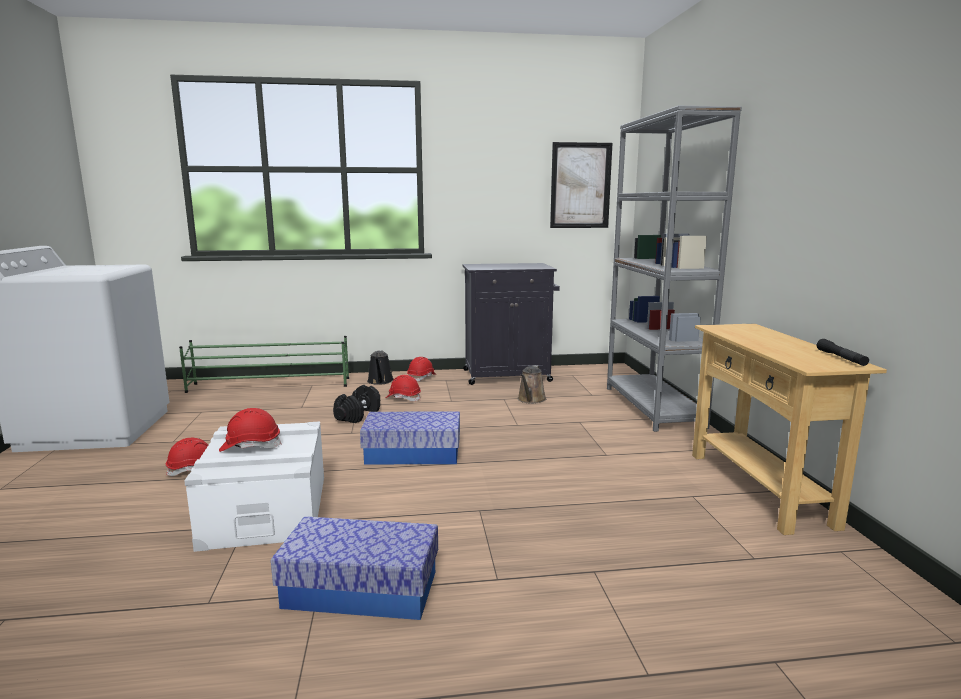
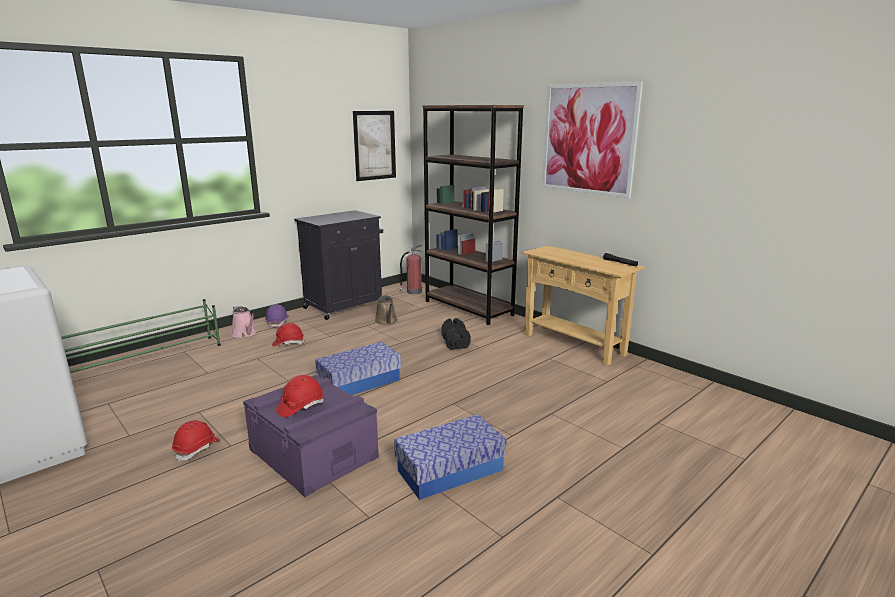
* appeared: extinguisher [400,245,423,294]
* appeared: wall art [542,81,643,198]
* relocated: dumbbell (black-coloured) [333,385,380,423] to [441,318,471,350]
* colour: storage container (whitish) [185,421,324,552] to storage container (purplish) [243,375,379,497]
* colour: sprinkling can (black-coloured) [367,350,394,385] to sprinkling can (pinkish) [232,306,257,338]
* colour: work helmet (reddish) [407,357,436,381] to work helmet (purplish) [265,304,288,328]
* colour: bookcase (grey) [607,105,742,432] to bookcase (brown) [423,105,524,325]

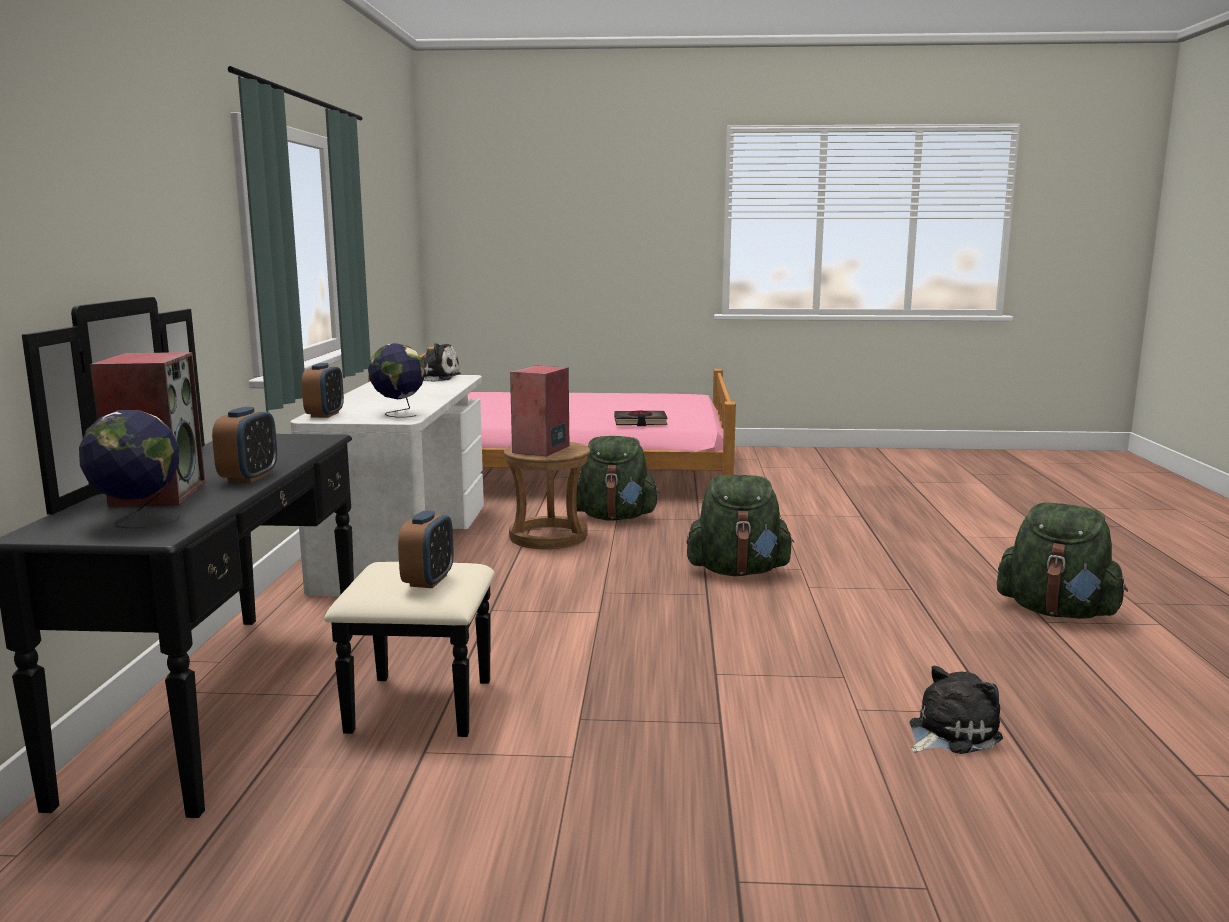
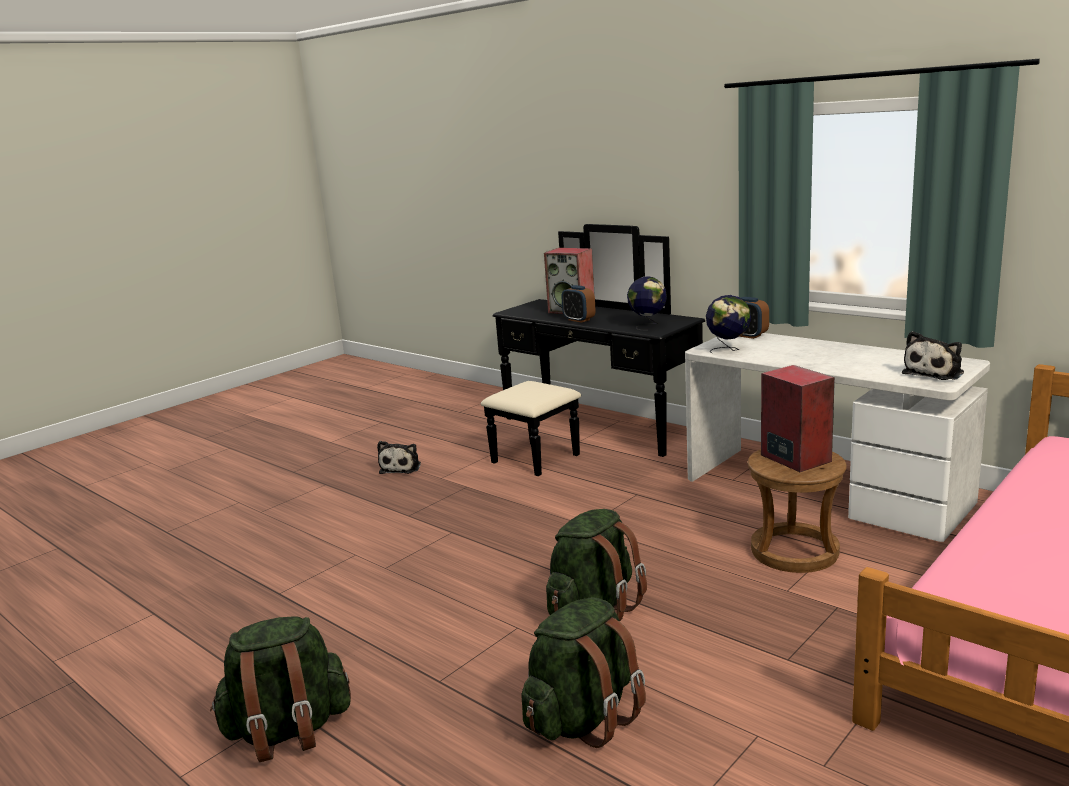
* missing: table clock [398,510,454,588]
* missing: book (black-coloured) [614,411,667,426]
* relocated: world globe [79,410,180,529] to [627,276,667,330]
* relocated: backpack (green-coloured) [576,436,660,521] to [522,597,646,748]
* relocated: plush toy [910,666,1003,754] to [377,441,421,474]

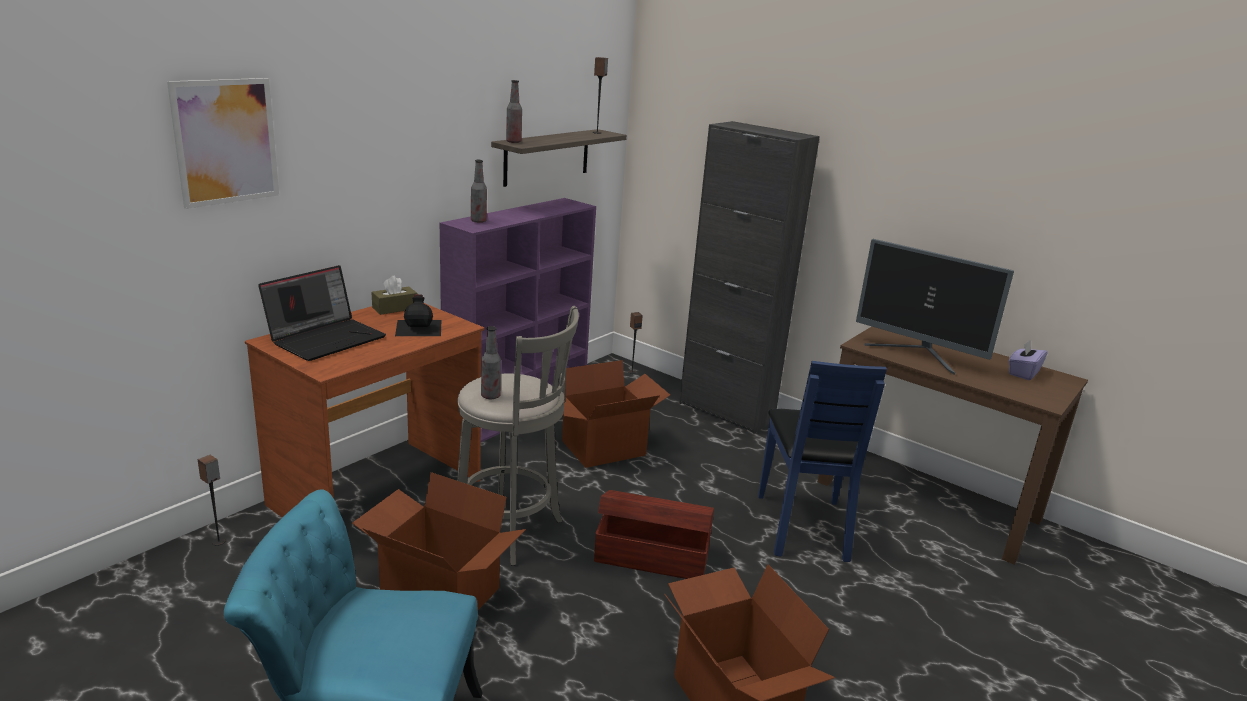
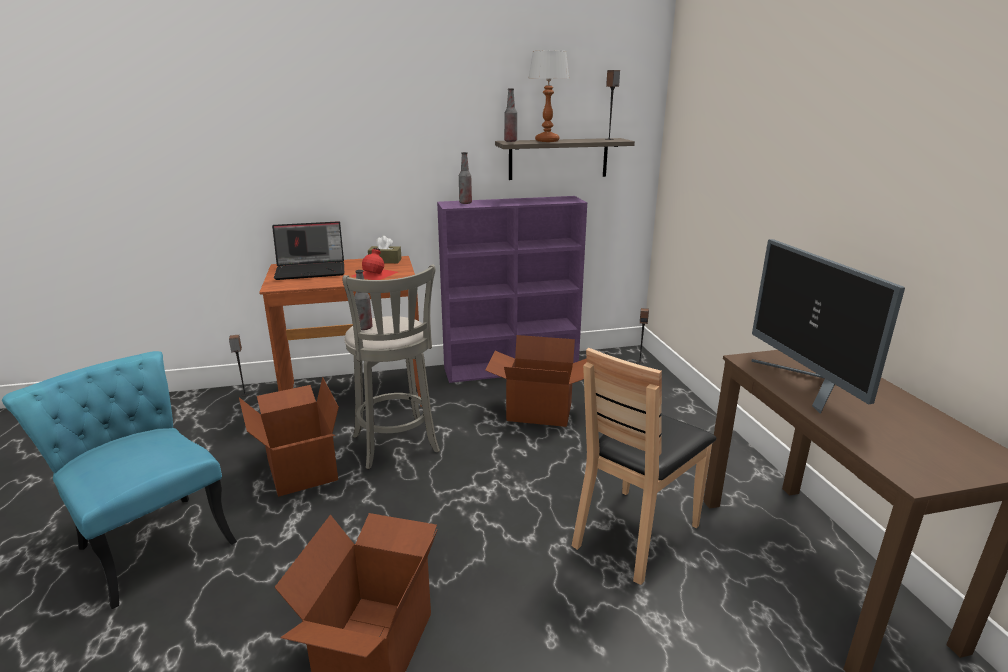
* missing: wall art [167,78,279,209]
* missing: storage container (brown) [594,490,714,579]
* missing: cabinet (black-coloured) [679,121,820,434]
* missing: tissue box (purplish) [1009,340,1047,380]
* appeared: tabletop lamp [528,51,569,142]
* colour: drink bottle (black-coloured) [395,294,441,336] to drink bottle (reddish) [352,248,398,280]
* colour: upright chair (blue) [758,361,887,562] to upright chair (brown) [572,348,716,585]

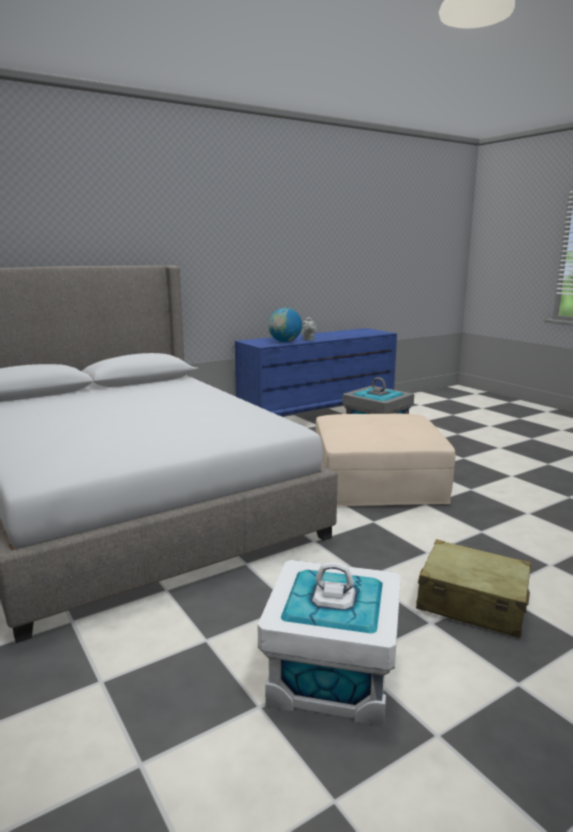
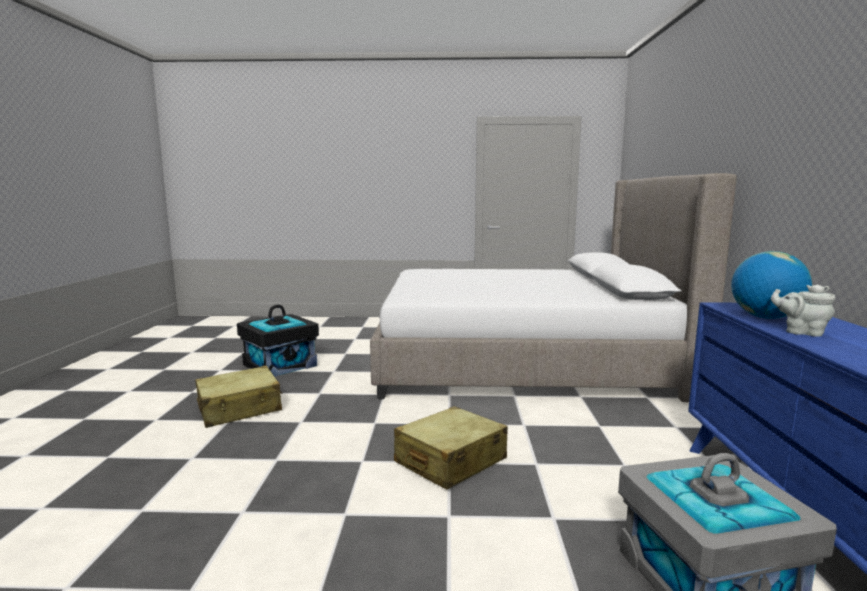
* exchanged: footrest (sand-coloured) [316,414,456,506] to piece of luggage (sand-coloured) [394,406,508,489]
* colour: storage container (whitish) [258,560,401,727] to storage container (black-coloured) [237,305,319,377]

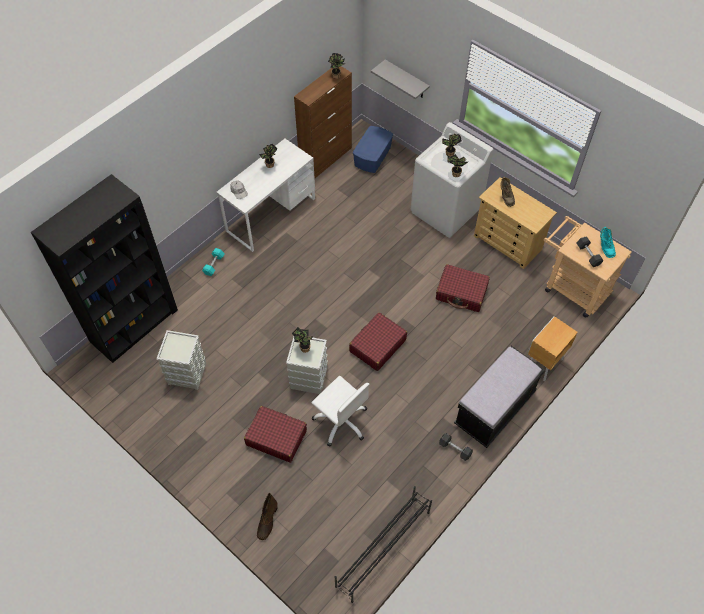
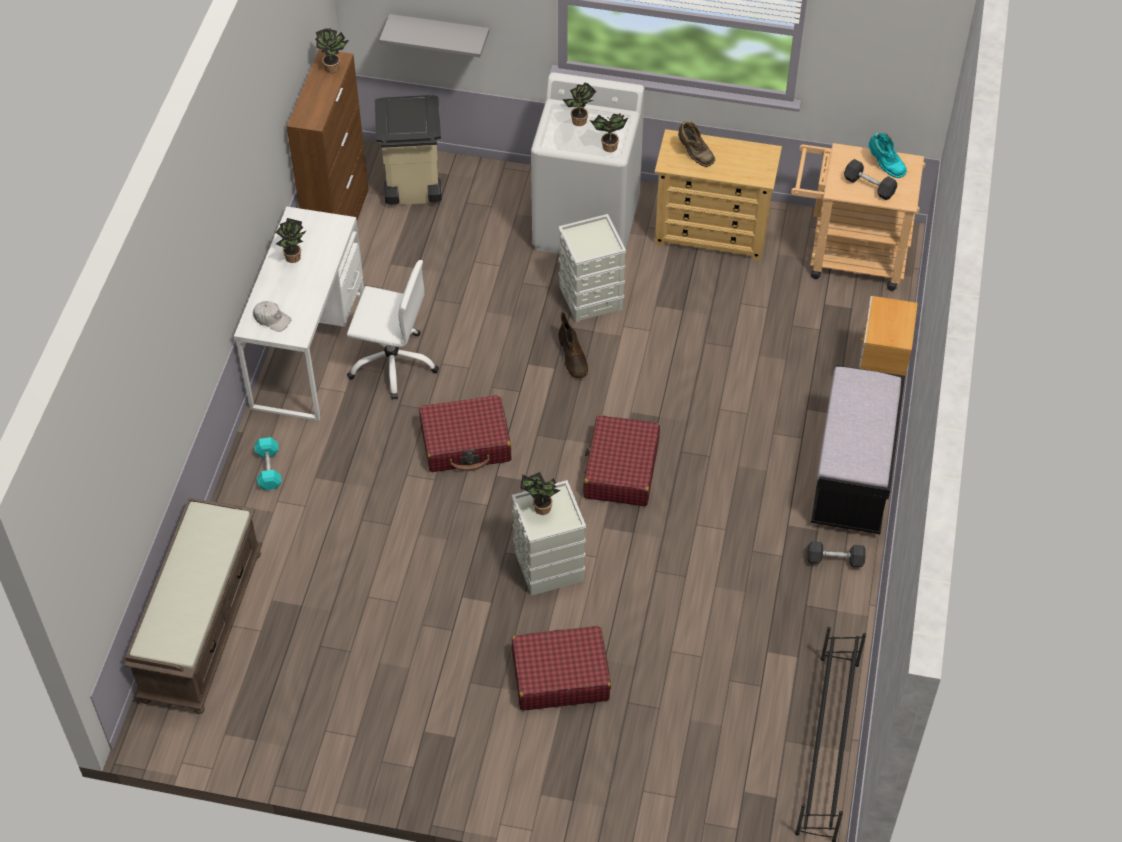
* relocated: storage container (grey) [156,330,206,390] to [558,214,626,322]
* relocated: high-top boot (brown) [257,493,278,540] to [558,312,588,379]
* relocated: computer chair (whitish) [311,376,369,447] to [347,260,439,400]
* relocated: piece of luggage (reddish) [436,264,490,312] to [419,395,511,472]
* exchanged: bookcase (black-coloured) [31,174,178,363] to bench (brown) [124,498,262,714]
* exchanged: storage container (blue) [353,126,393,173] to trash can (sand-coloured) [375,95,442,205]

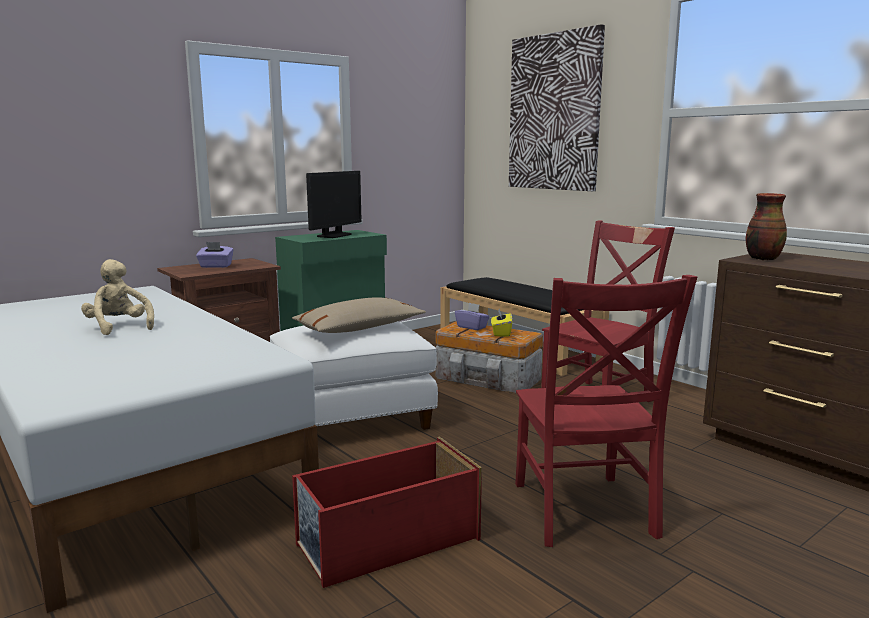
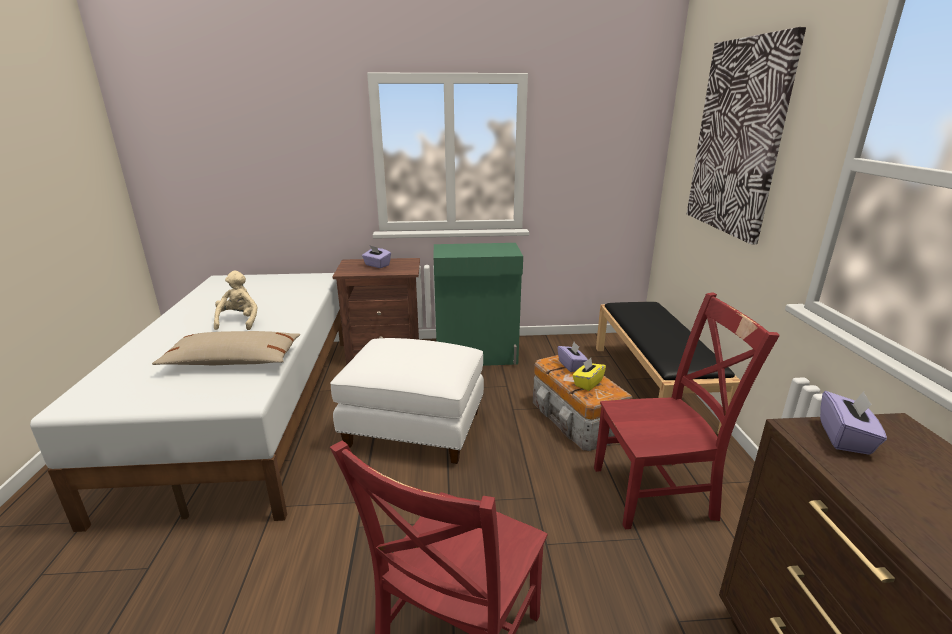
* missing: storage container (reddish) [292,437,482,588]
* missing: computer display [306,171,362,238]
* relocated: pillow (sand-coloured) [292,297,426,333] to [152,331,300,365]
* exchanged: flower vase [746,193,787,260] to tissue box (purplish) [820,391,887,455]

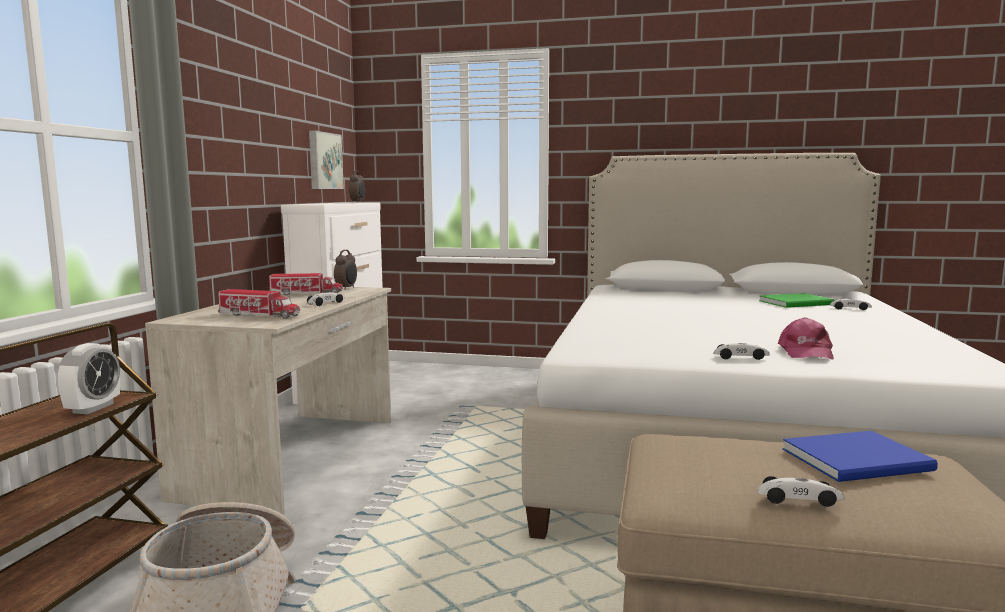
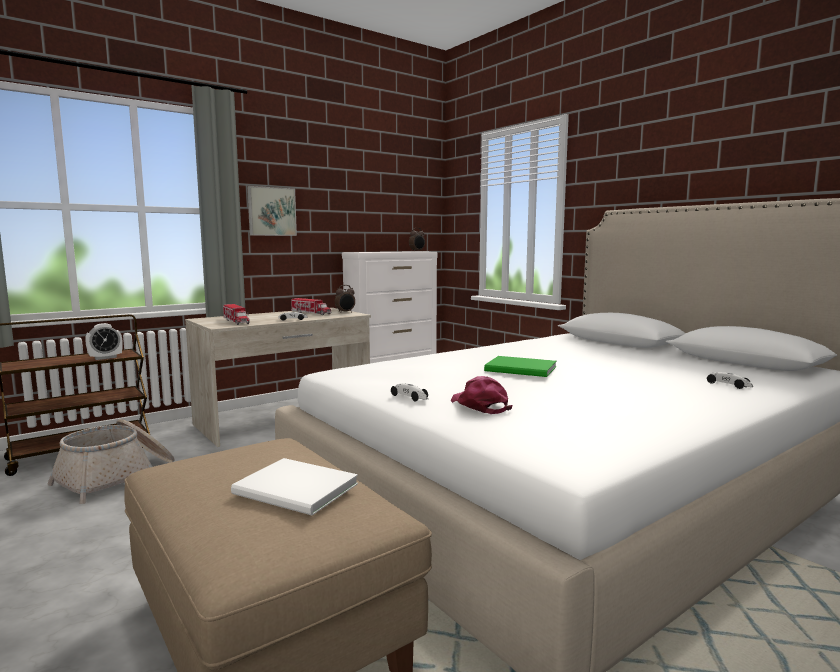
* missing: toy car [757,476,845,507]
* relocated: wall art [309,130,344,189] to [247,186,297,236]
* relocated: book (green-coloured) [759,293,834,308] to [484,356,557,377]
* colour: book (blue) [783,431,938,482] to book (whitish) [231,458,358,515]
* spun: peaked cap (pinkish) [778,317,834,360] = [451,376,512,414] 105 degrees clockwise

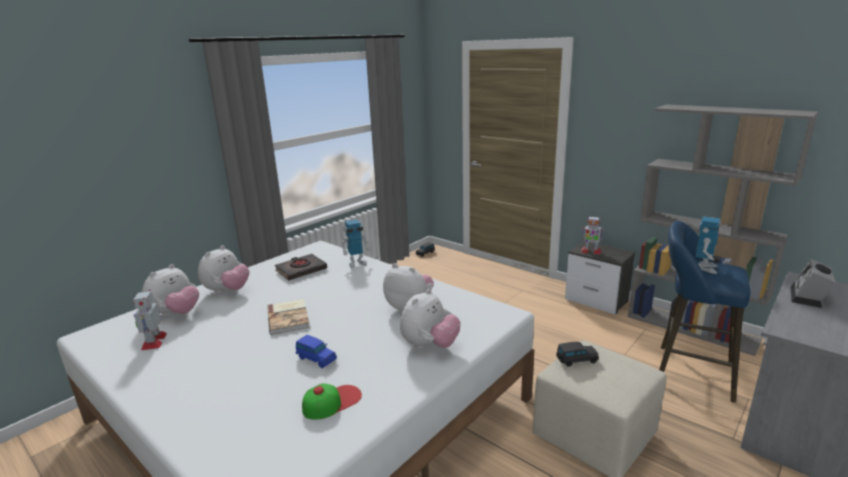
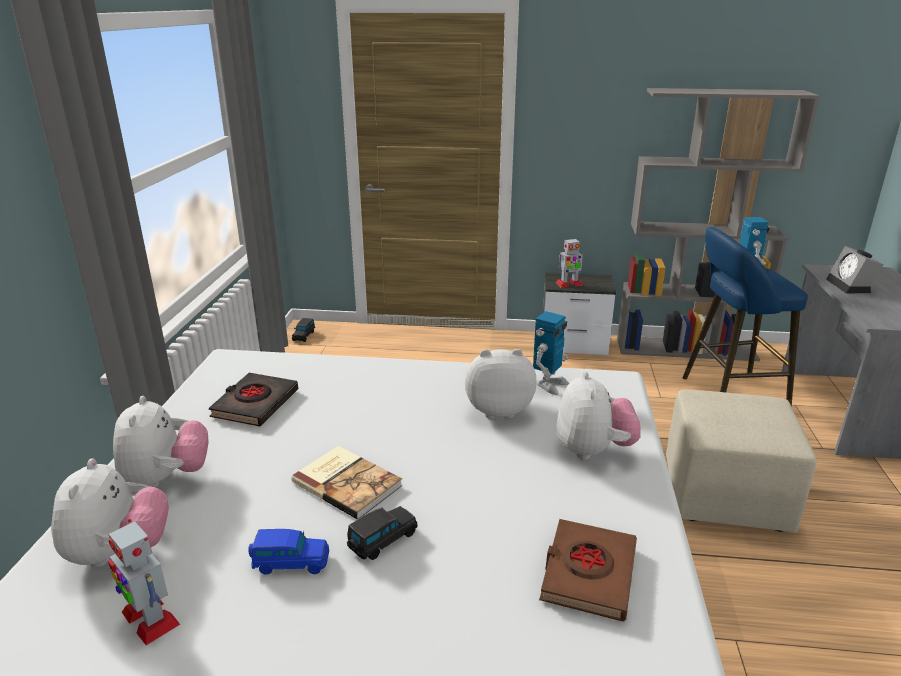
* relocated: toy car (blue) [296,335,337,368] to [248,529,329,574]
* relocated: robot figure [341,219,370,268] to [533,311,569,395]
* relocated: toy car (black-coloured) [556,342,599,367] to [347,506,417,560]
* exchanged: peaked cap [302,384,362,420] to book (brown) [539,519,637,622]

